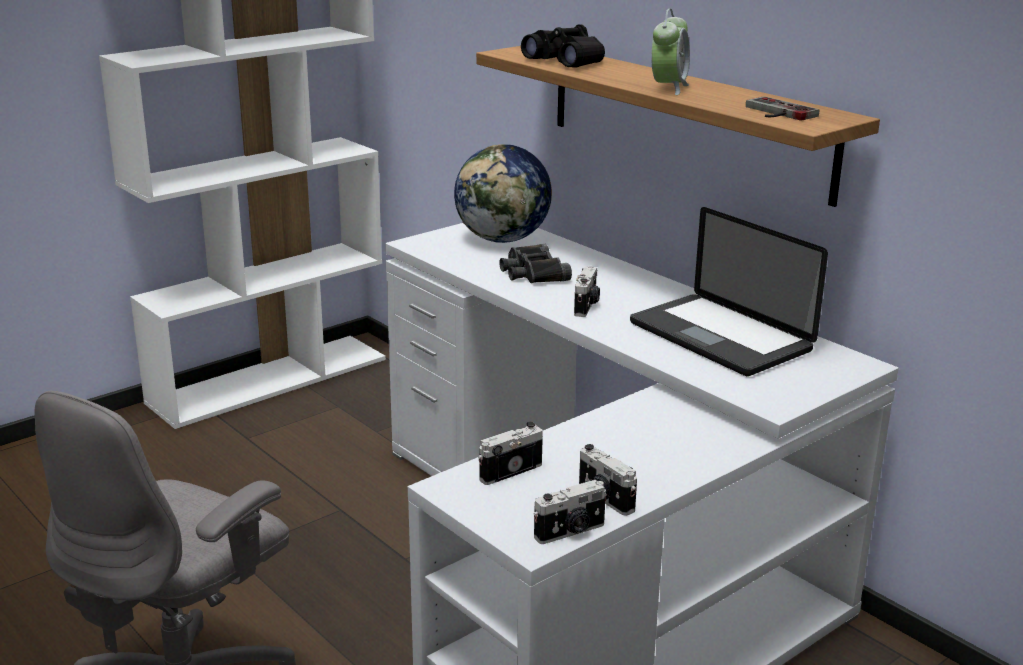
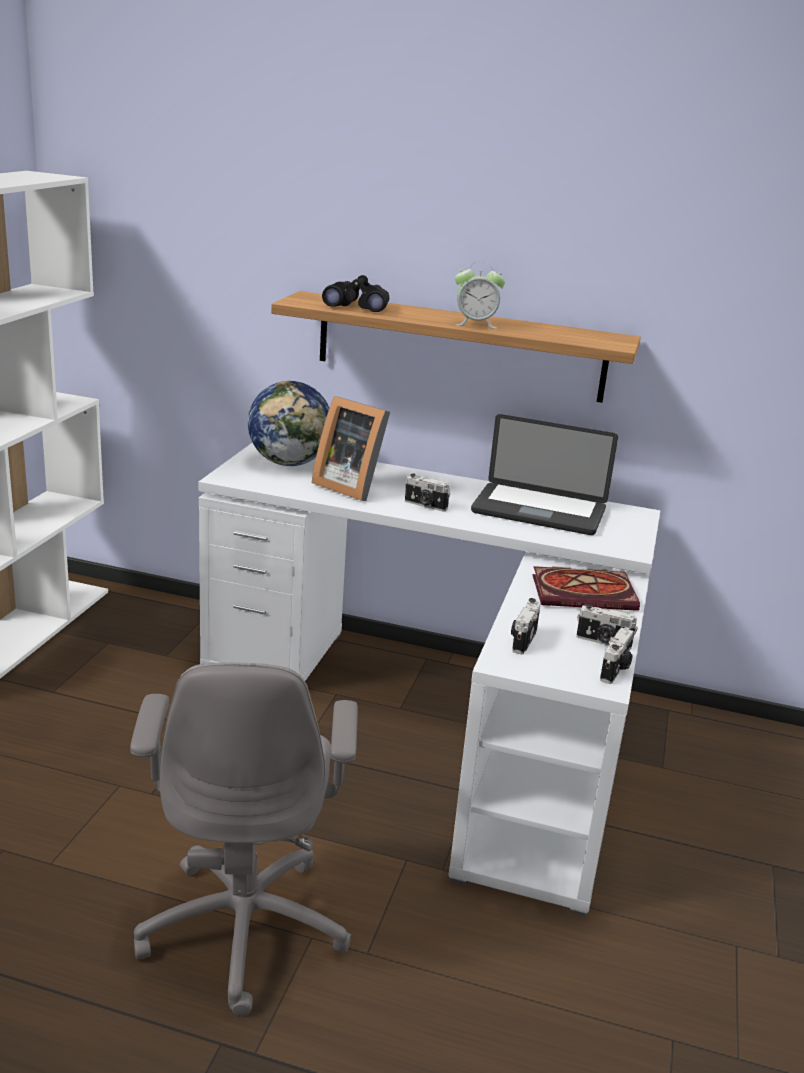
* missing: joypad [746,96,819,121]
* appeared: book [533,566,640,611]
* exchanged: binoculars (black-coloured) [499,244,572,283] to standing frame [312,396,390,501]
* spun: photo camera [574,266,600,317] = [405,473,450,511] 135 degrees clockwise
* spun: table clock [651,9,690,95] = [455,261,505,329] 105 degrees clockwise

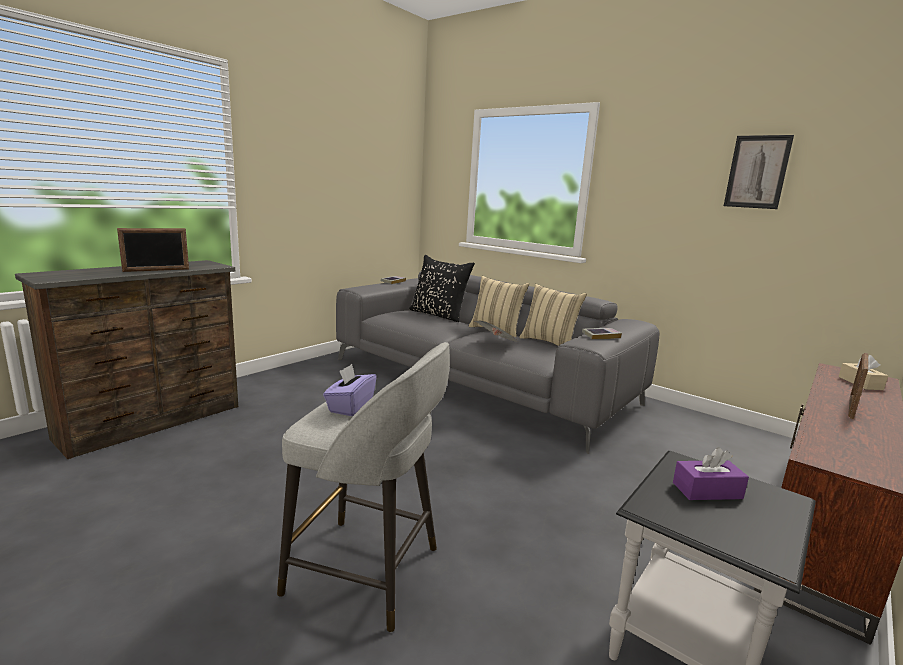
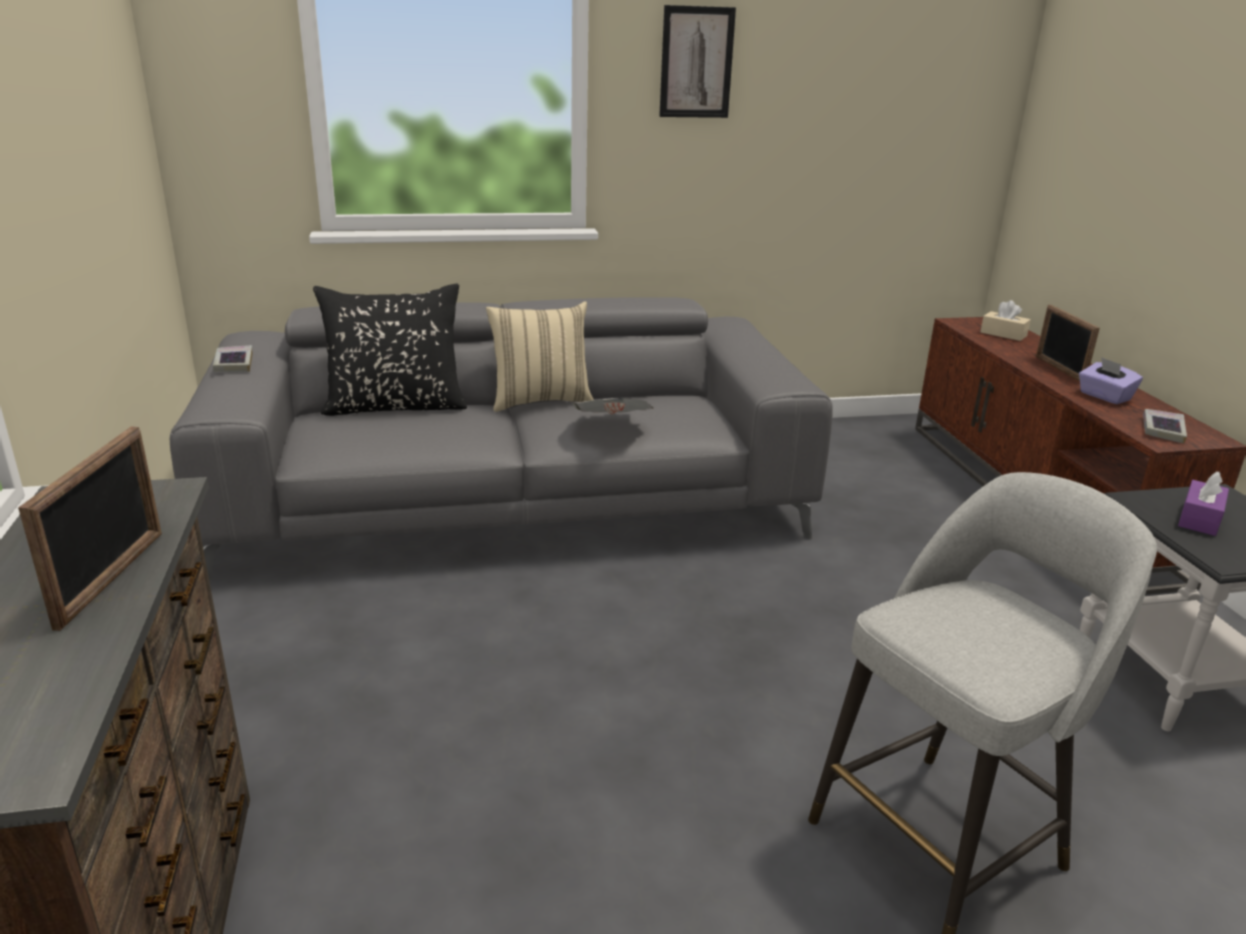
* missing: pillow (sand-coloured) [519,284,587,346]
* relocated: tissue box (purplish) [323,364,377,416] to [1079,358,1143,404]
* relocated: book [582,328,622,339] to [1143,409,1187,444]
* relocated: wall art [724,135,794,209] to [659,5,736,118]

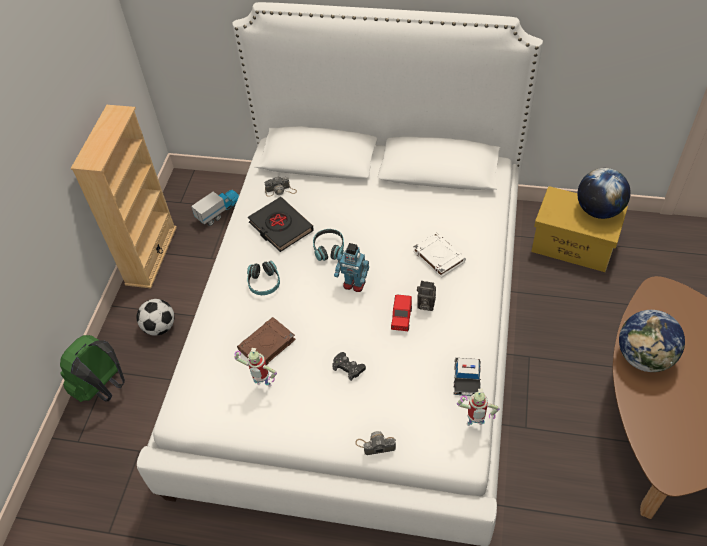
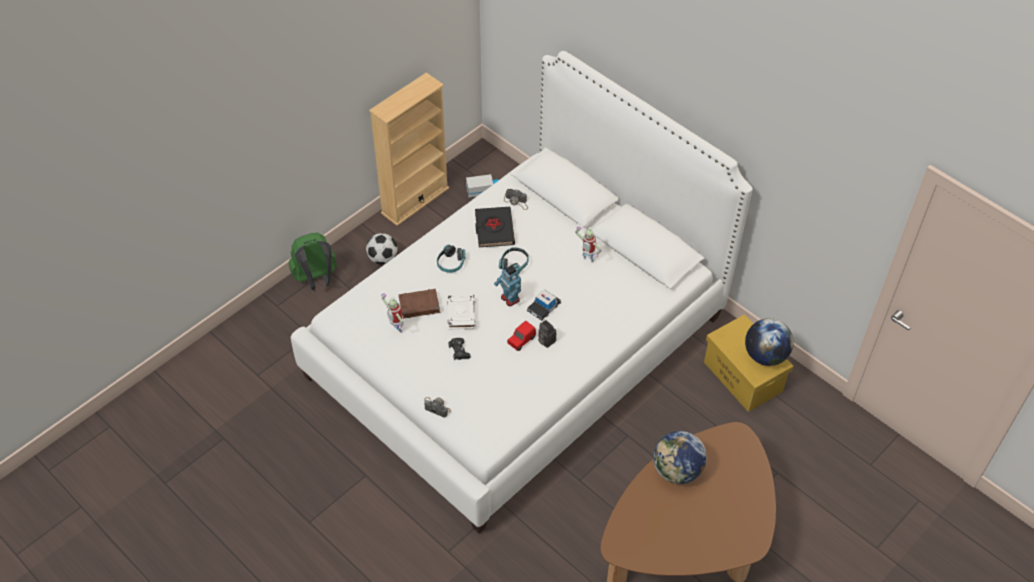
* relocated: book (whitish) [413,232,466,278] to [447,295,476,330]
* relocated: toy car [453,358,481,396] to [526,289,562,321]
* relocated: robot figure [457,388,500,426] to [575,227,602,263]

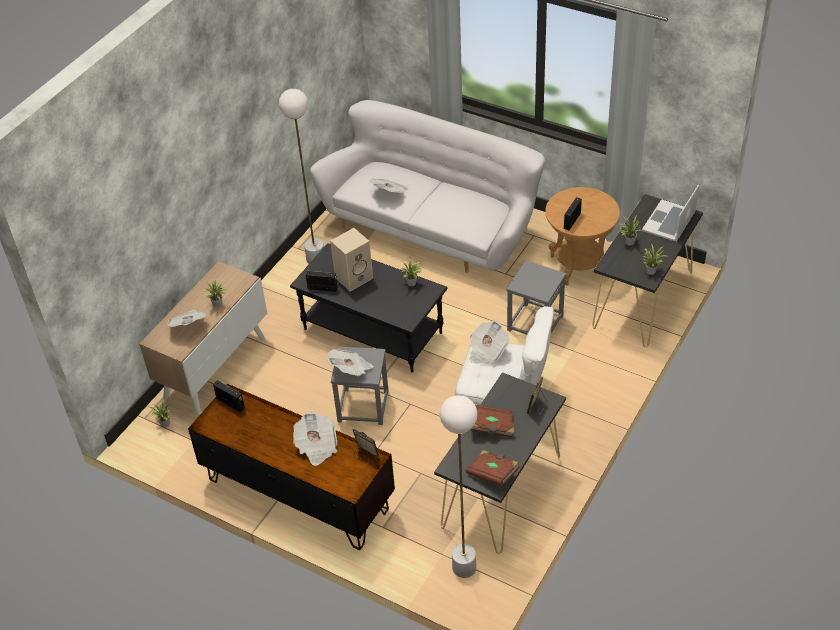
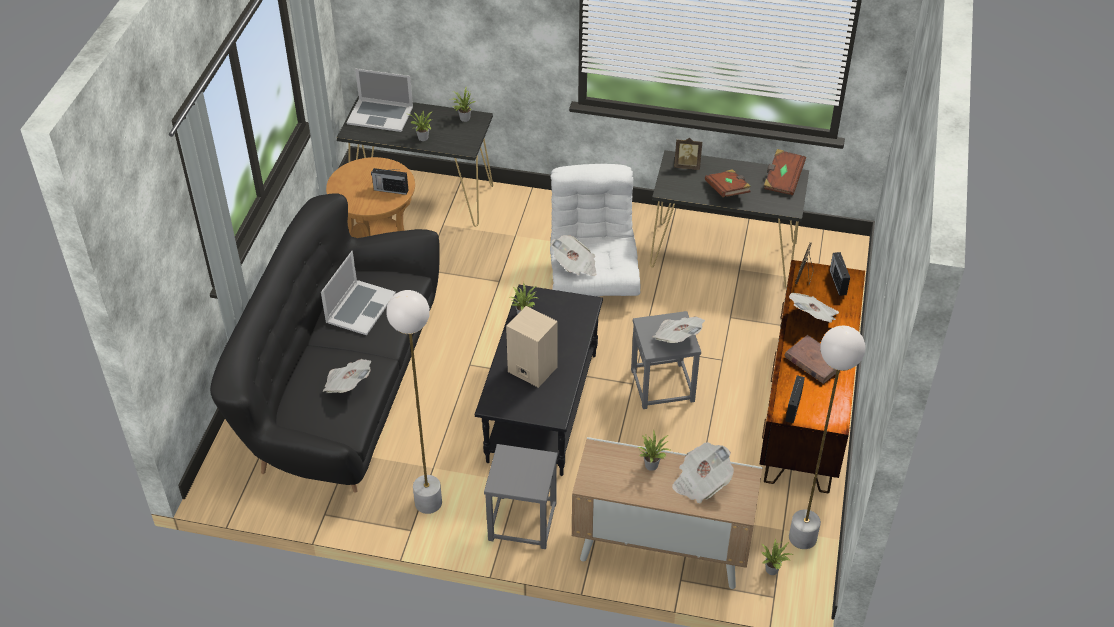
* appeared: notebook computer [321,251,396,335]
* appeared: book (brown) [785,335,837,384]
* relocated: radio set [306,270,338,292] to [830,252,850,296]
* relocated: standard lamp (whitish) [440,395,478,578] to [789,325,866,549]
* relocated: stool seat (grey) [506,260,566,335] to [484,444,558,549]
* colour: settee (whitish) [310,100,545,273] to settee (black-coloured) [210,193,440,493]

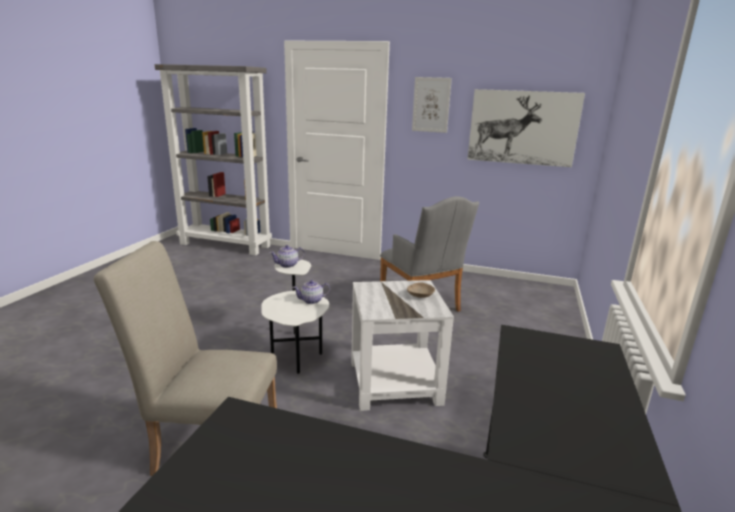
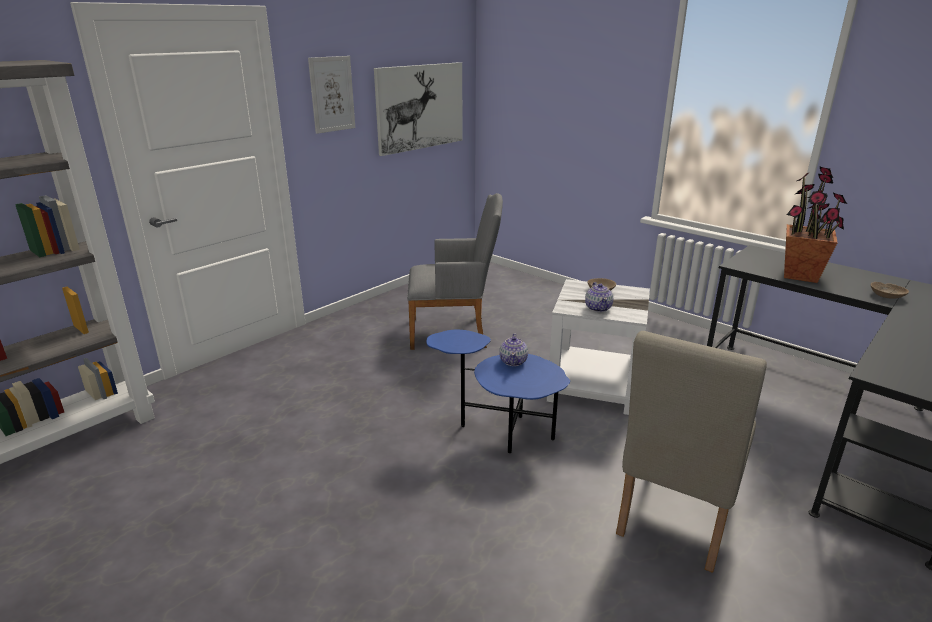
* appeared: houseplant [784,166,847,283]
* appeared: serving bowl (sand-coloured) [871,282,909,299]
* relocated: teapot [269,245,304,268] to [585,282,613,312]
* colour: accent table (whitish) [261,258,329,374] to accent table (blue) [426,330,570,453]

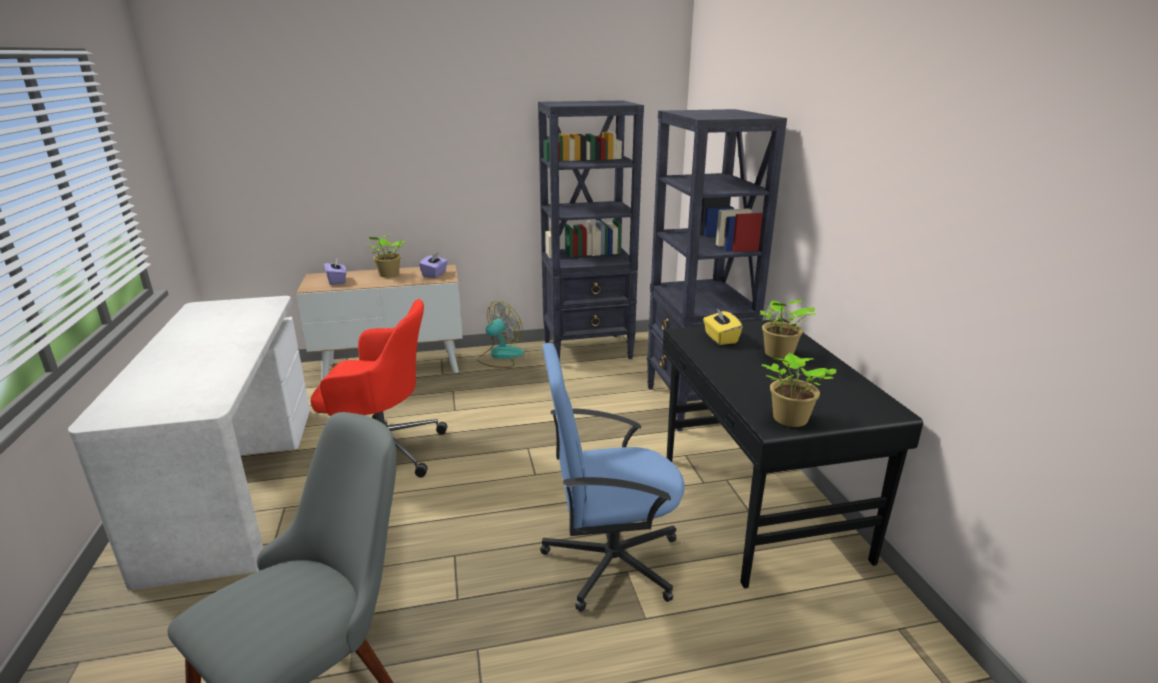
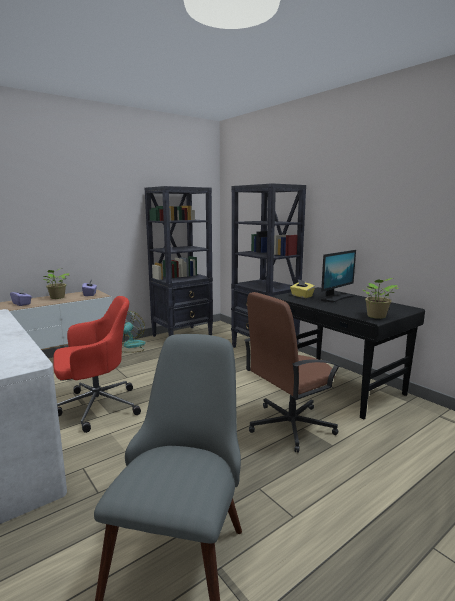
* exchanged: houseplant [759,300,815,359] to computer display [321,250,356,303]
* colour: computer chair (blue) [540,343,685,612] to computer chair (brown) [244,292,341,453]

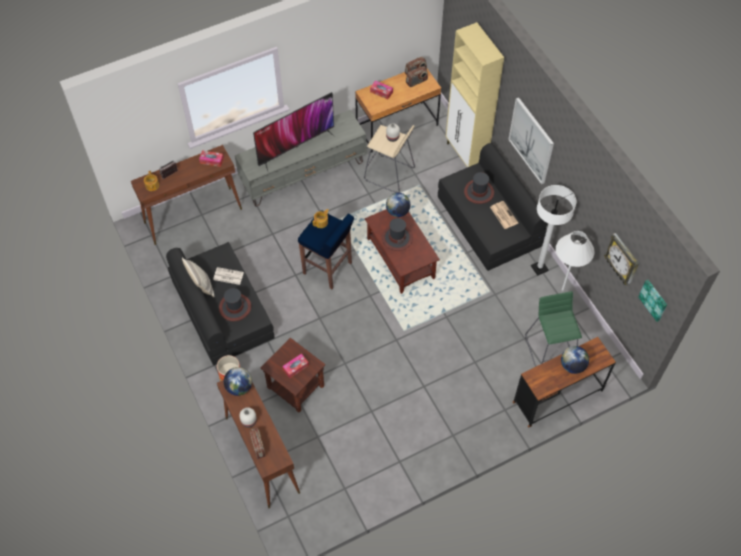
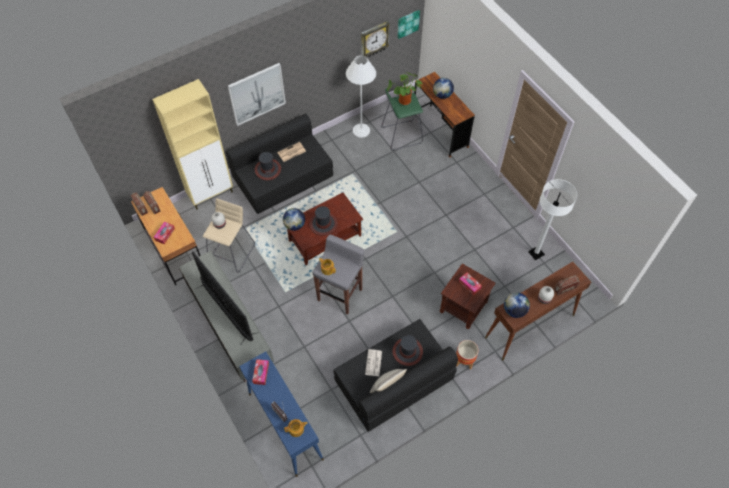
* appeared: houseplant [387,72,422,105]
* relocated: standard lamp (whitish) [531,185,576,276] to [528,179,577,260]
* colour: console table (brown) [131,145,242,245] to console table (blue) [239,351,324,477]
* colour: stool seat (blue) [298,210,354,289] to stool seat (grey) [312,235,365,315]

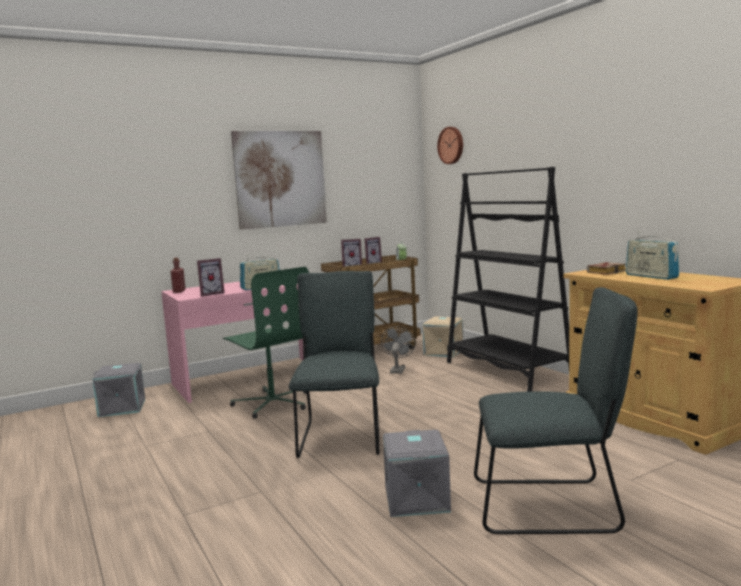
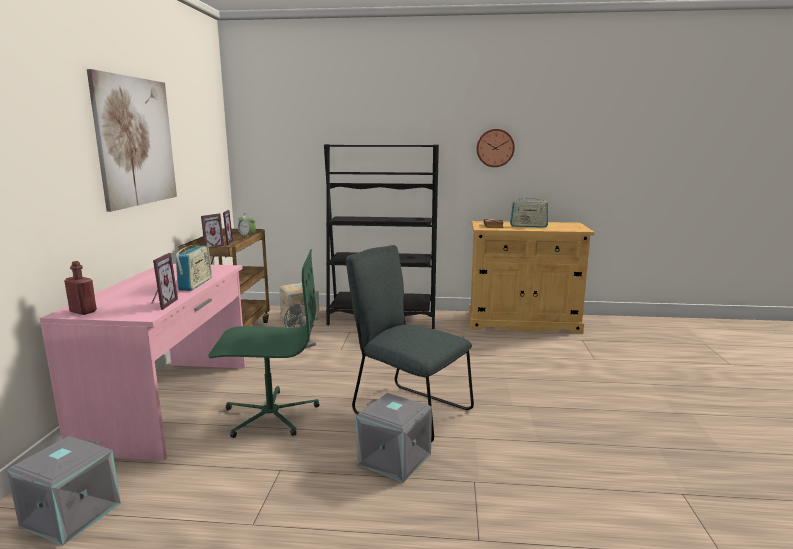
* missing: upright chair (grey) [474,287,638,534]
* relocated: storage container (grey) [383,430,451,517] to [356,393,432,483]
* relocated: hanging clock [437,127,463,164] to [476,129,515,167]

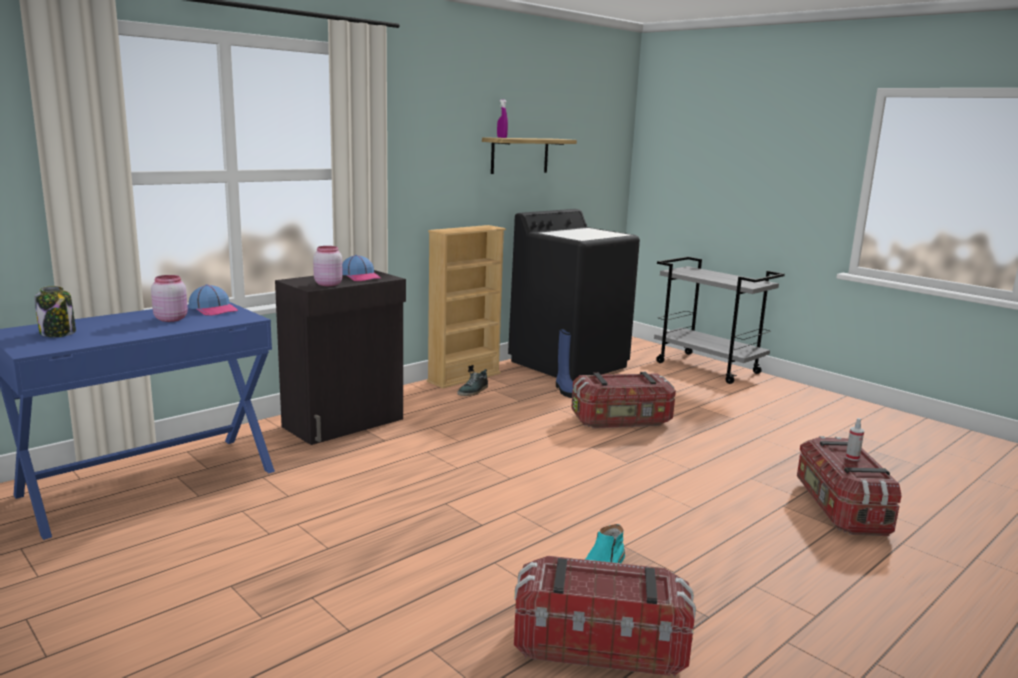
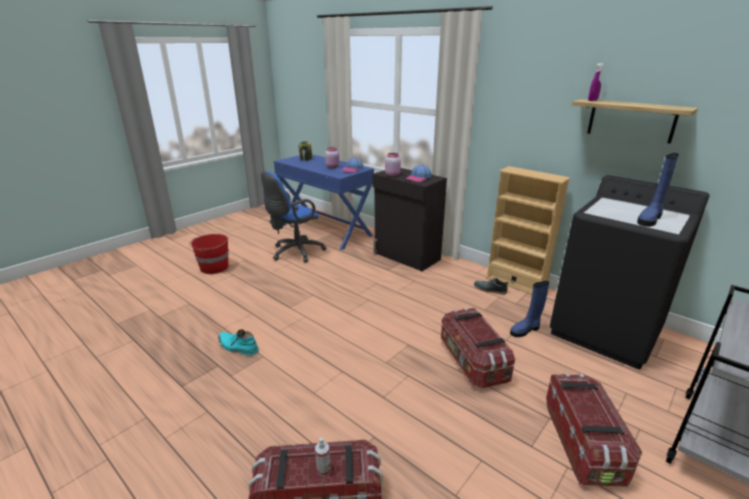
* appeared: pail (reddish) [189,234,229,274]
* appeared: computer chair (blue) [261,171,327,262]
* appeared: high-top boot (blue) [637,153,679,227]
* relocated: storage container [514,556,696,677] to [546,373,642,487]

